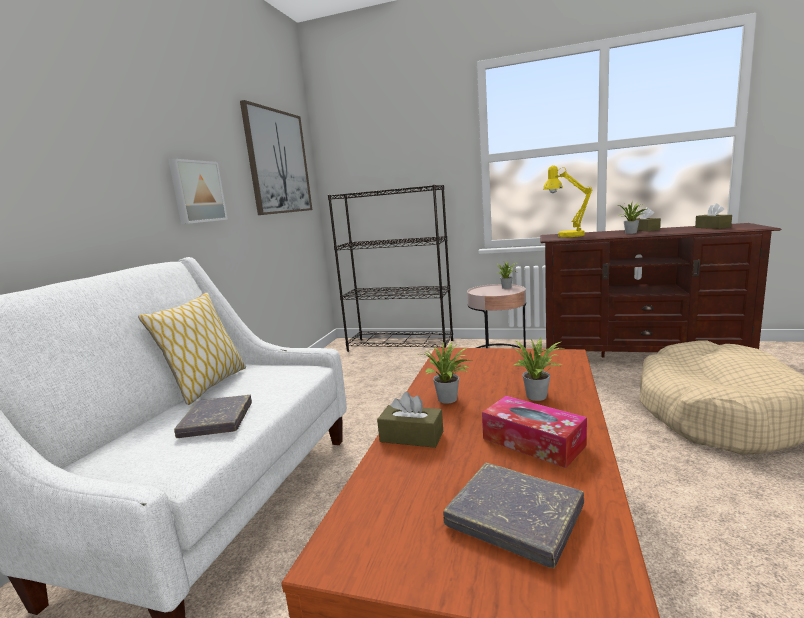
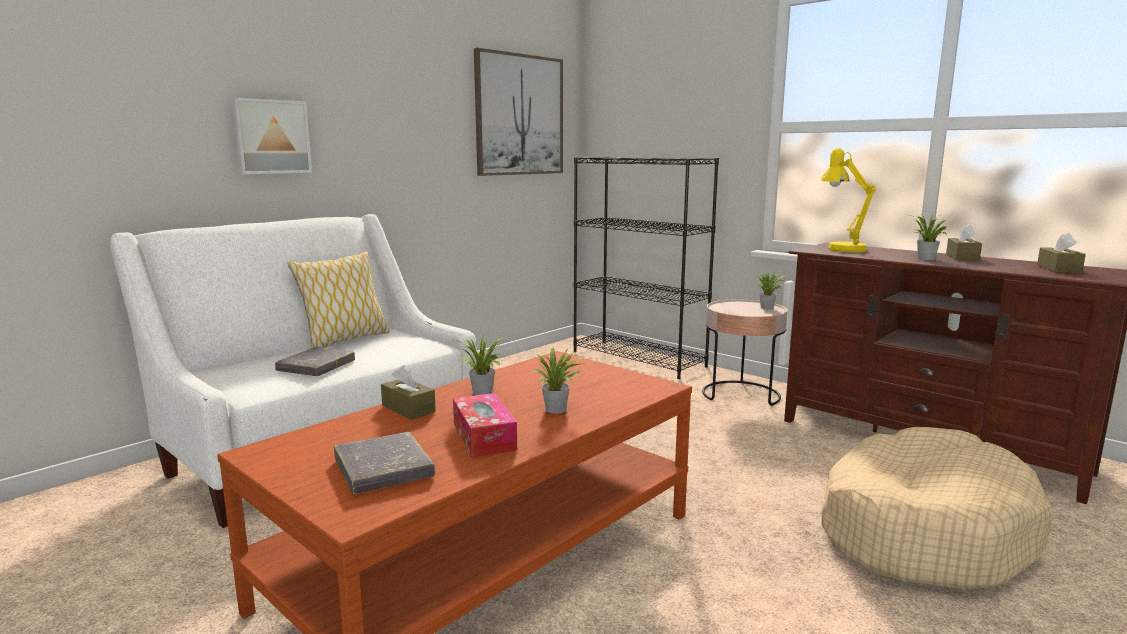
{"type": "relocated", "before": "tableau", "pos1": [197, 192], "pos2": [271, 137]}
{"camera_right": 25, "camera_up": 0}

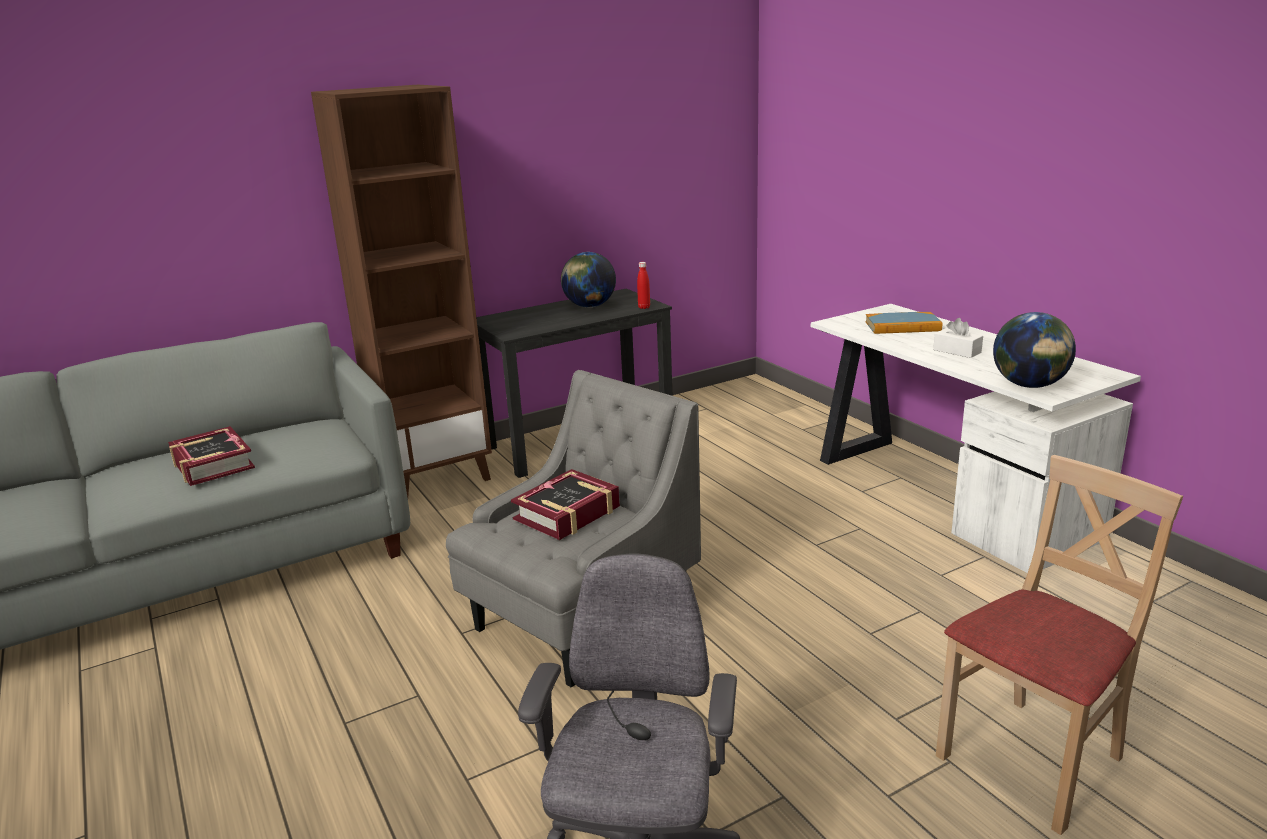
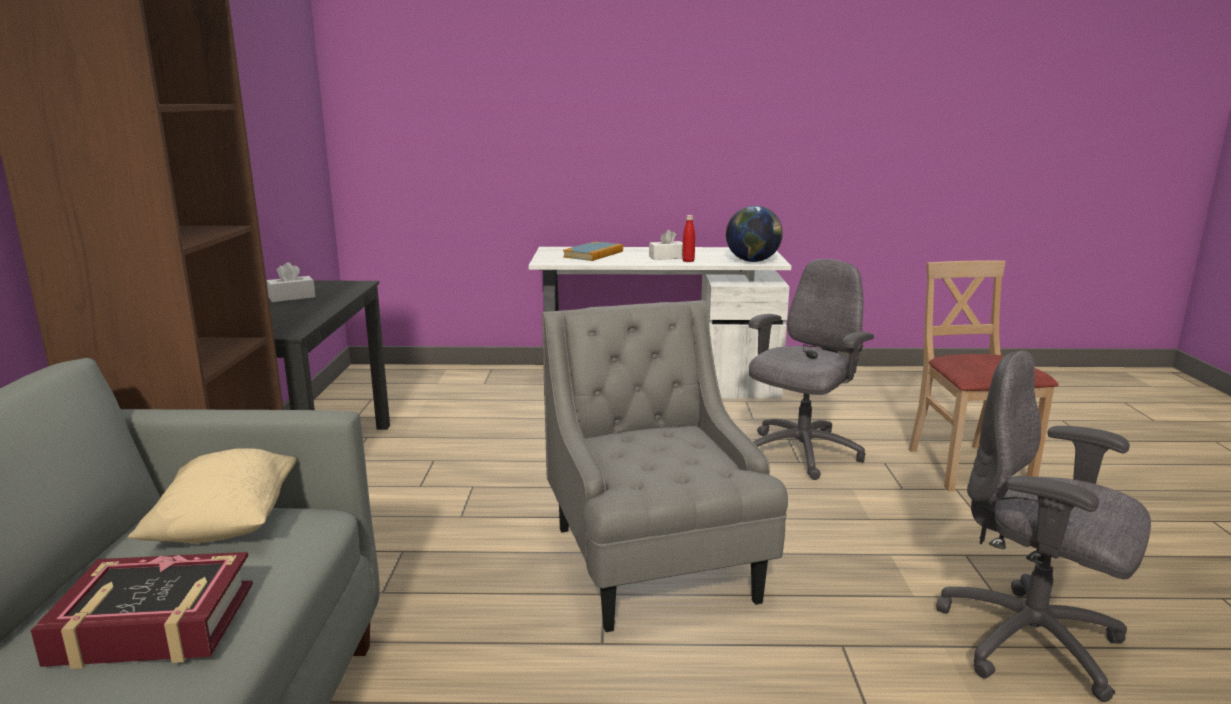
{"type": "appeared", "after": "coussin (beige)", "pos2": [225, 525]}
{"type": "exchanged", "before": "globe", "after": "boîte à mouchoirs (blanc)", "pos1": [589, 306], "pos2": [292, 297]}
{"type": "relocated", "before": "bouteille (rouge)", "pos1": [644, 307], "pos2": [688, 261]}
{"type": "appeared", "after": "chaise de bureau (gris)", "pos2": [800, 453]}
{"type": "missing", "before": "livre", "pos1": [567, 513]}
{"camera_right": -60, "camera_up": -5}

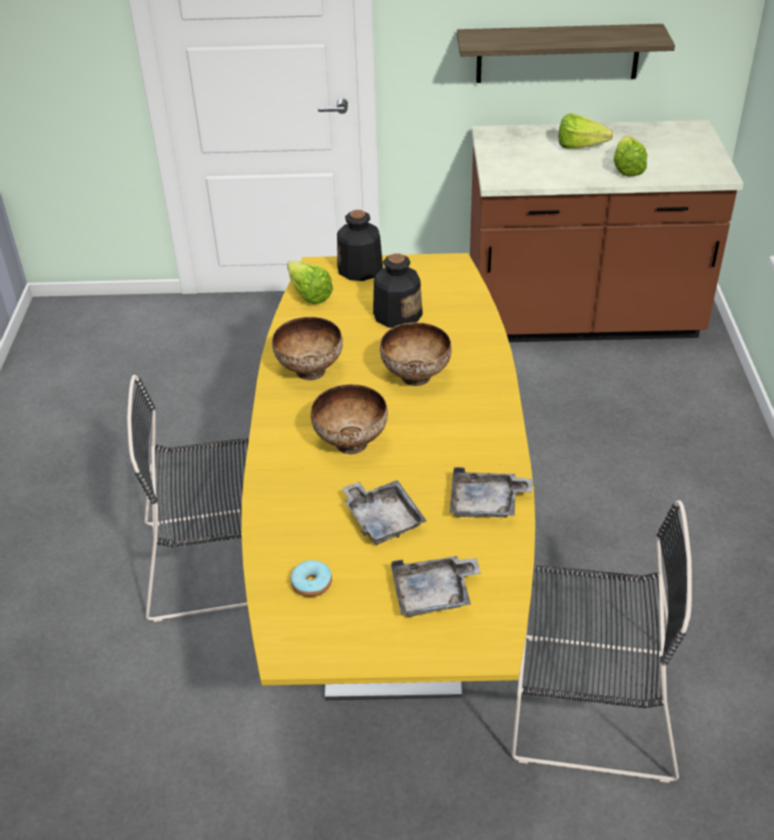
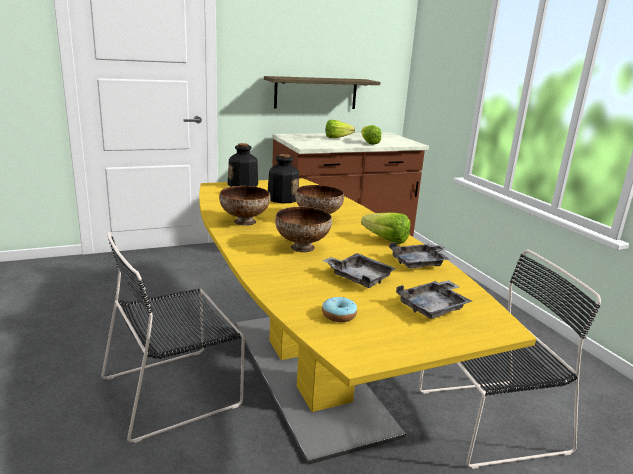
{"type": "relocated", "before": "laitue", "pos1": [307, 292], "pos2": [383, 239]}
{"camera_right": -25, "camera_up": -20}

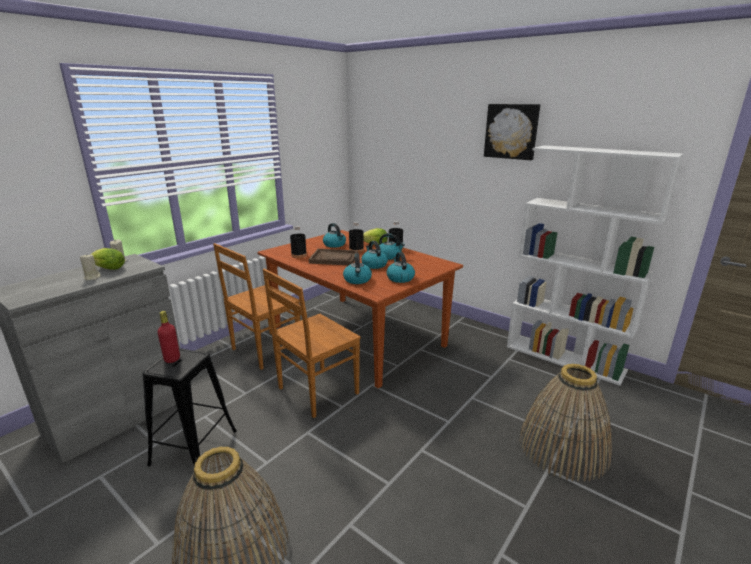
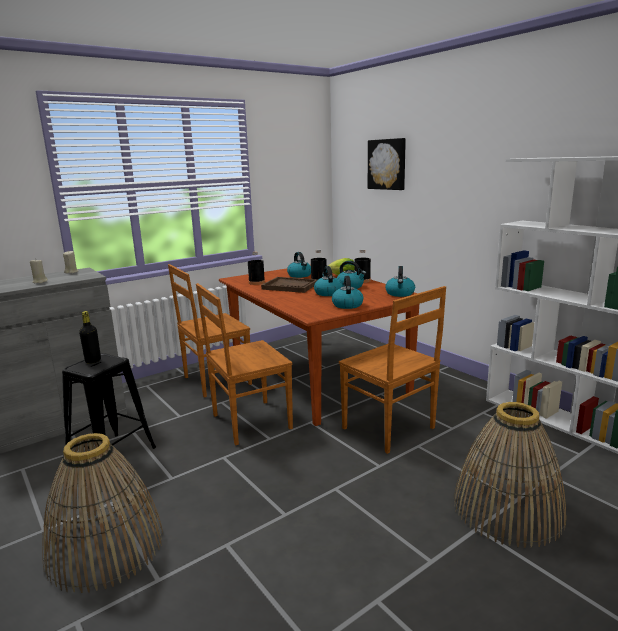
{"type": "colour", "before": "bouteille (rouge)", "after": "bouteille (noir)", "pos1": [172, 359], "pos2": [93, 361]}
{"type": "appeared", "after": "chaise (marron)", "pos2": [390, 429]}
{"type": "relocated", "before": "tableau", "pos1": [511, 131], "pos2": [387, 164]}
{"type": "relocated", "before": "bouilloire", "pos1": [357, 280], "pos2": [400, 294]}
{"type": "missing", "before": "laitue", "pos1": [107, 269]}
{"camera_right": 15, "camera_up": -5}

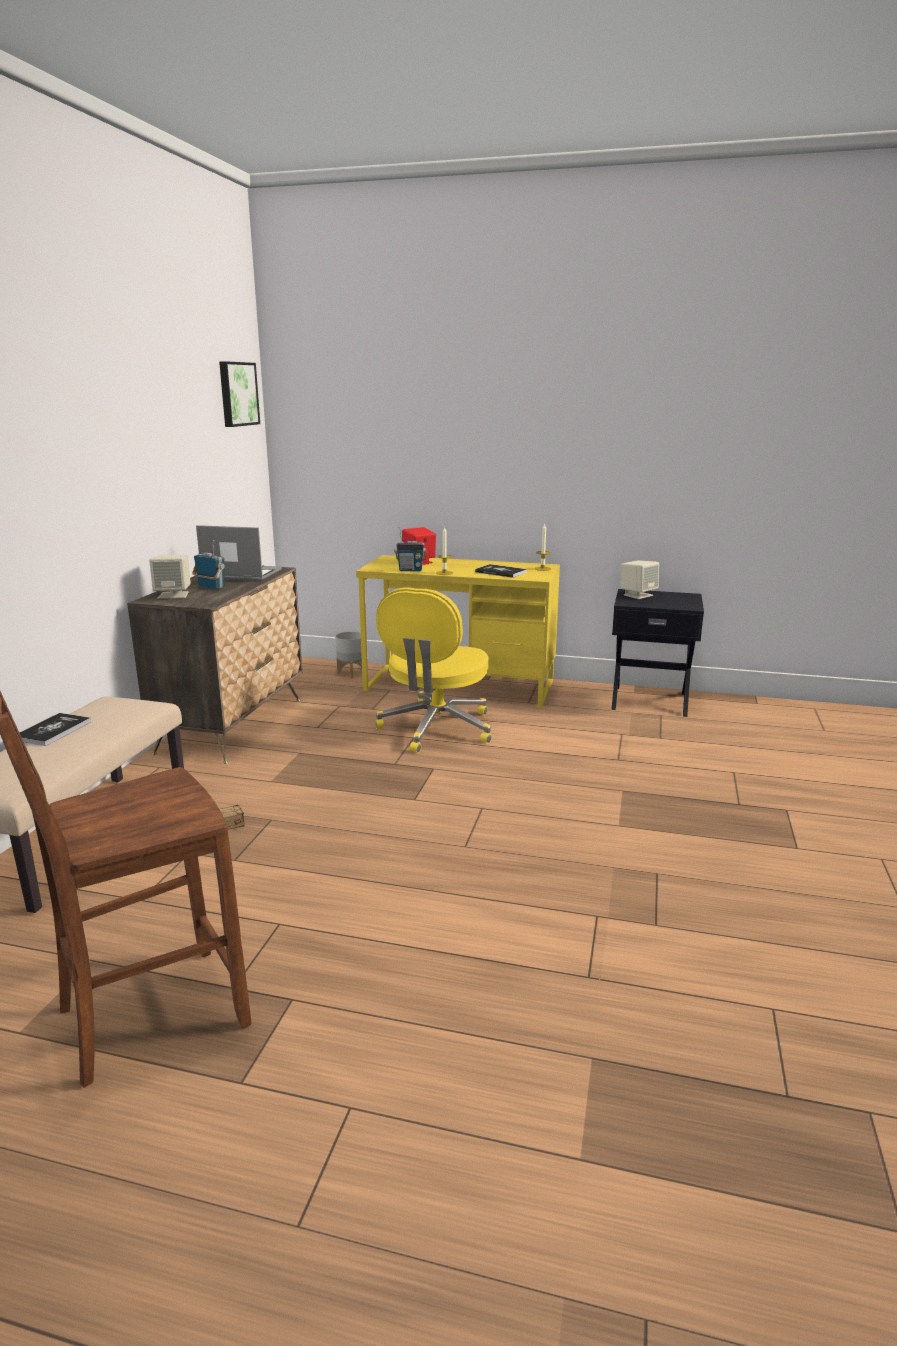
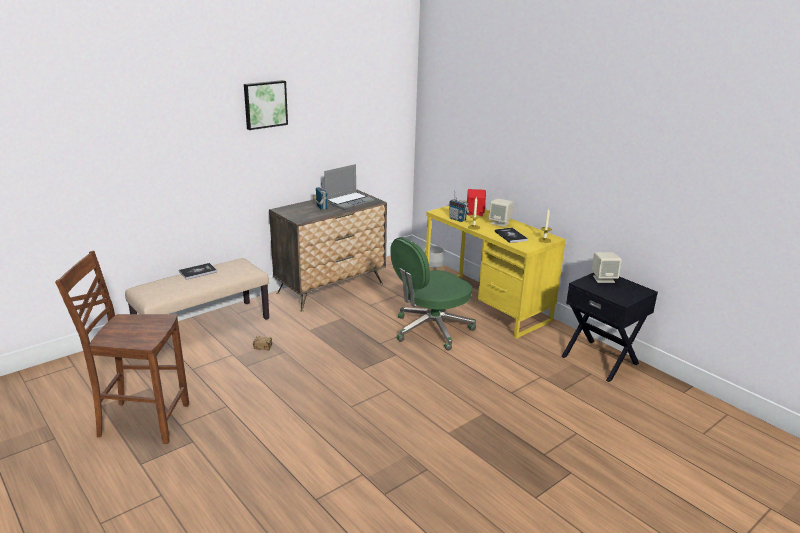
{"type": "relocated", "before": "tableau", "pos1": [237, 394], "pos2": [265, 104]}
{"type": "spun", "before": "ordinateur portable", "pos1": [240, 575], "pos2": [349, 201], "turn": 90}
{"type": "colour", "before": "chaise de bureau (jaune)", "after": "chaise de bureau (vert)", "pos1": [436, 729], "pos2": [431, 330]}
{"type": "relocated", "before": "enceinte (beige)", "pos1": [173, 595], "pos2": [500, 223]}
{"camera_right": 35, "camera_up": 5}

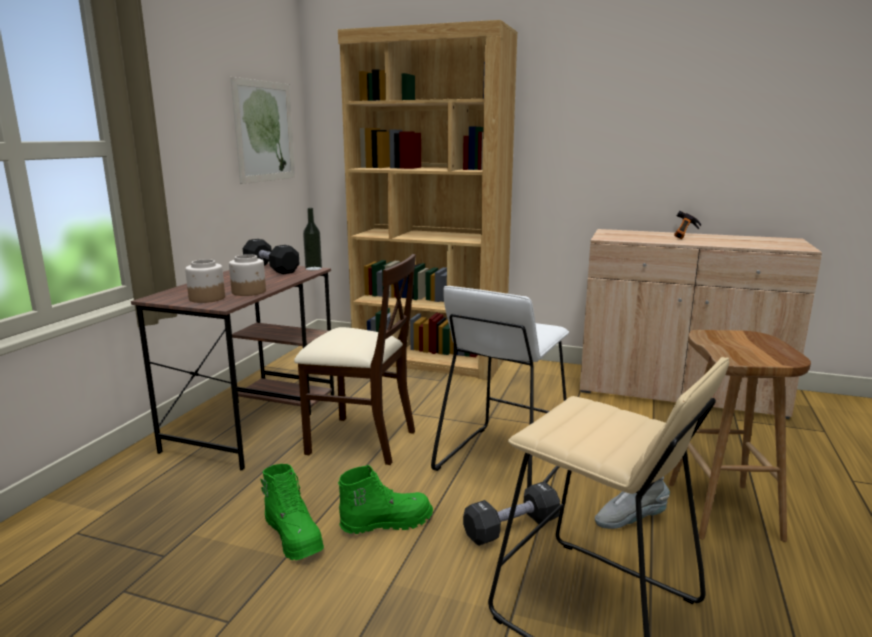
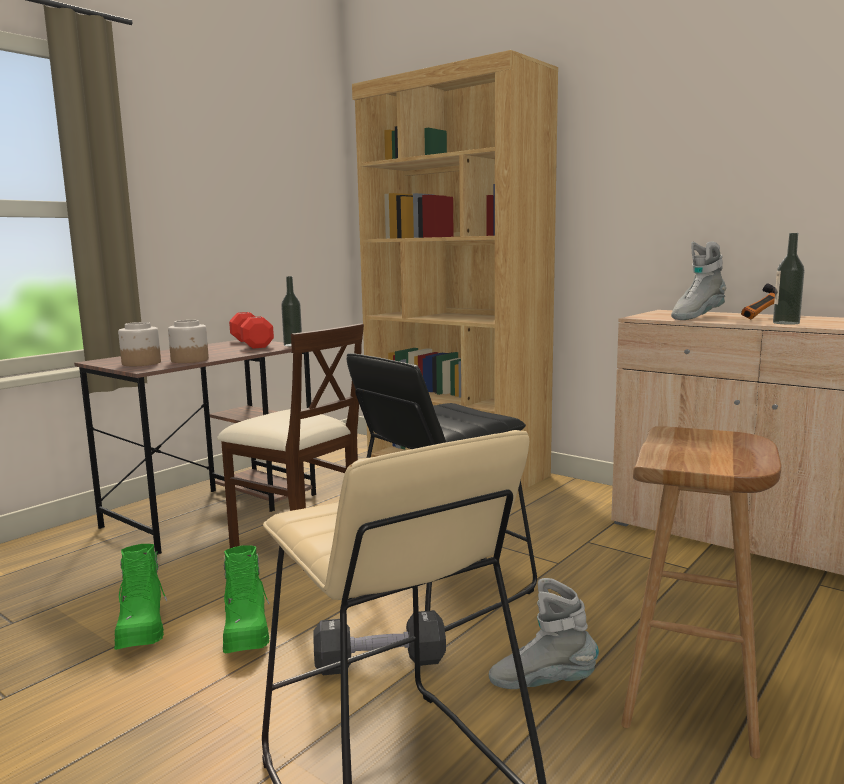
{"type": "spun", "before": "botte (vert)", "pos1": [386, 522], "pos2": [246, 631], "turn": 75}
{"type": "colour", "before": "haltère (noir)", "after": "haltère (rouge)", "pos1": [271, 268], "pos2": [251, 343]}
{"type": "colour", "before": "tabouret (blanc)", "after": "tabouret (noir)", "pos1": [502, 461], "pos2": [439, 588]}
{"type": "appeared", "after": "botte (gris)", "pos2": [696, 317]}
{"type": "appeared", "after": "bouteille", "pos2": [786, 323]}
{"type": "missing", "before": "tableau", "pos1": [264, 131]}
{"camera_right": 20, "camera_up": -5}

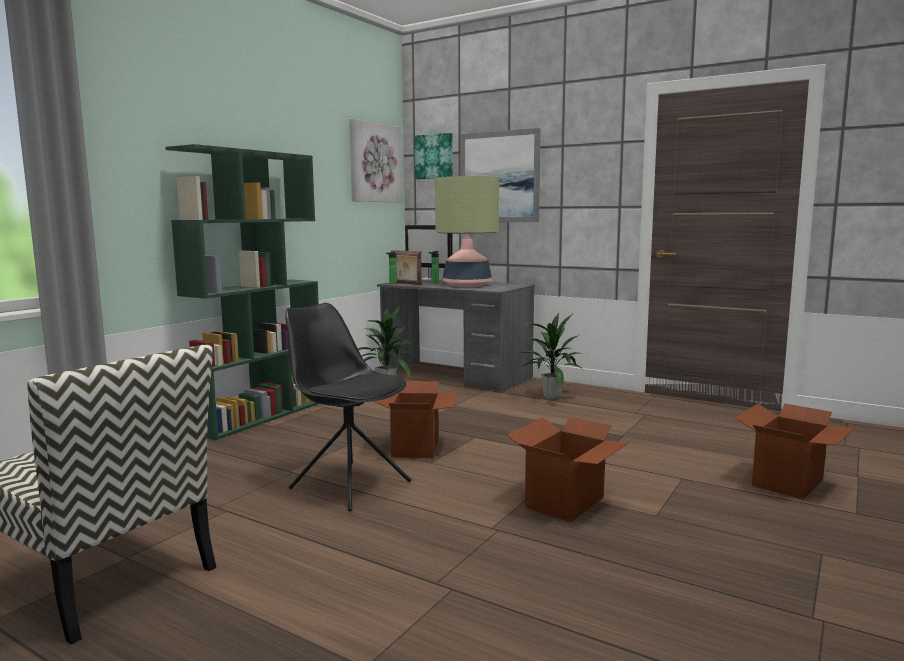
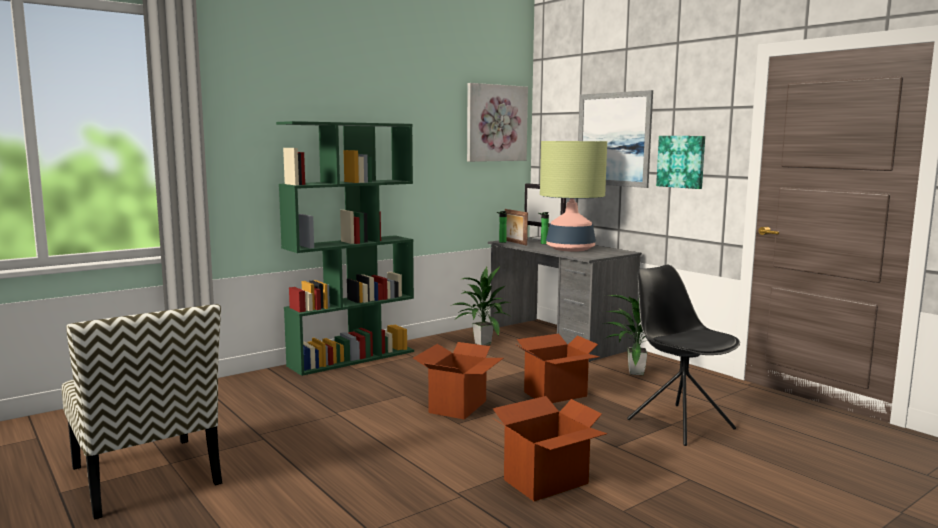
{"type": "relocated", "before": "carton", "pos1": [789, 482], "pos2": [556, 394]}
{"type": "relocated", "before": "chaise (noir)", "pos1": [349, 484], "pos2": [679, 423]}
{"type": "relocated", "before": "tableau", "pos1": [434, 156], "pos2": [681, 161]}
{"camera_right": 20, "camera_up": 0}

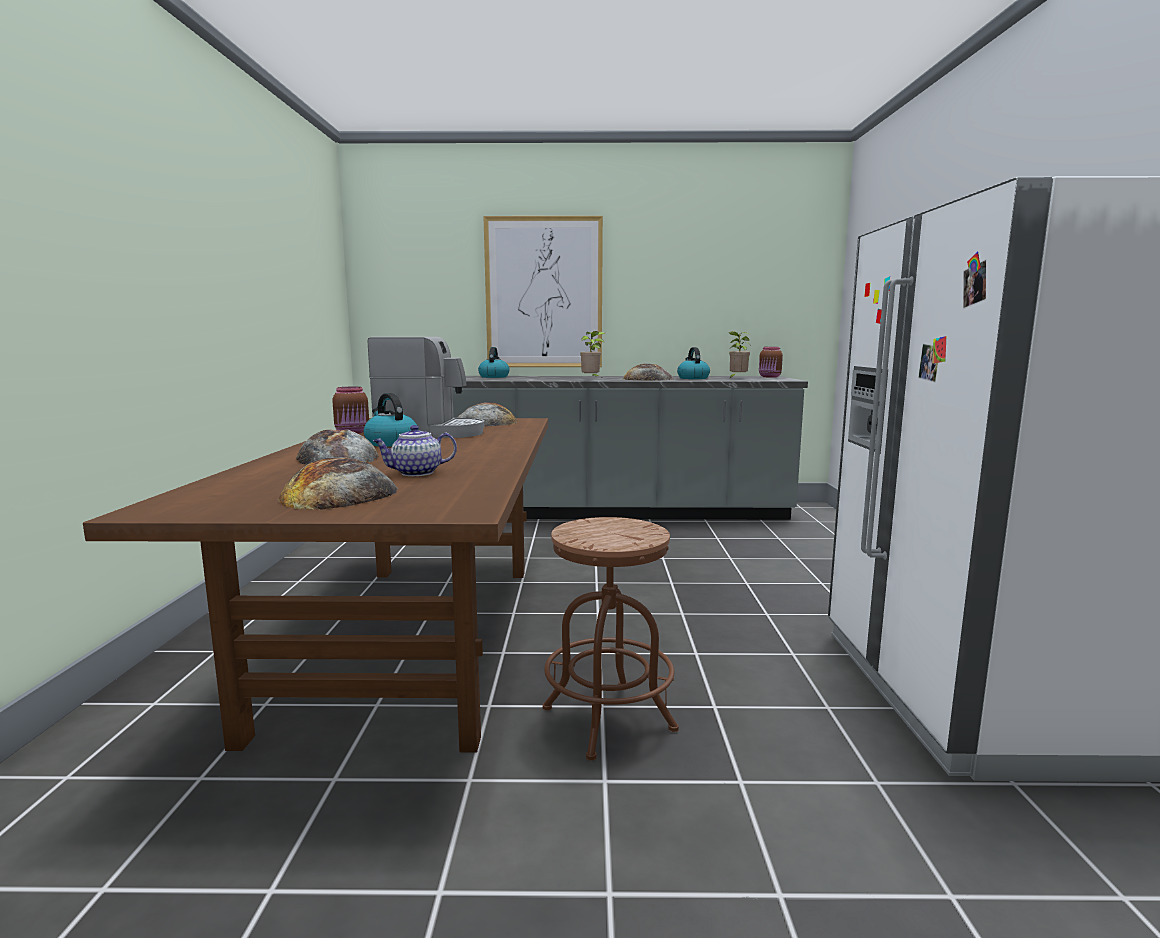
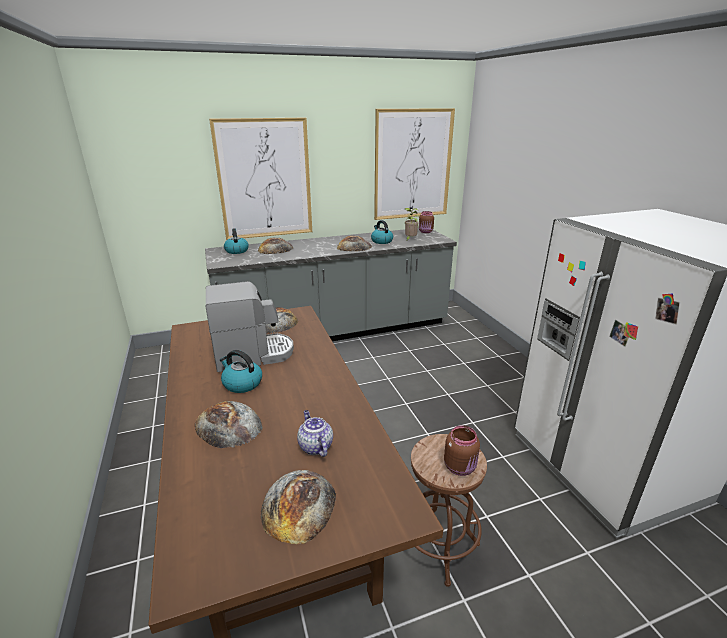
{"type": "appeared", "after": "pain", "pos2": [275, 249]}
{"type": "spun", "before": "théière", "pos1": [415, 473], "pos2": [315, 446], "turn": 105}
{"type": "appeared", "after": "tableau", "pos2": [412, 165]}
{"type": "relocated", "before": "bocal (marron)", "pos1": [353, 432], "pos2": [460, 467]}
{"type": "missing", "before": "plante en pot", "pos1": [591, 379]}
{"camera_right": -20, "camera_up": 15}

